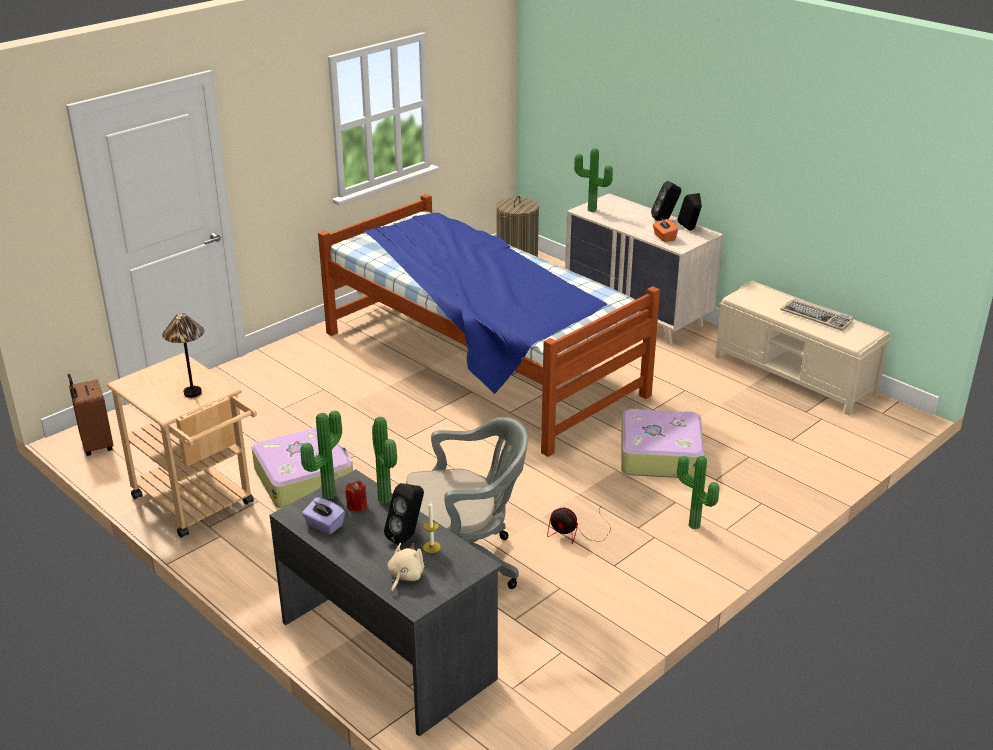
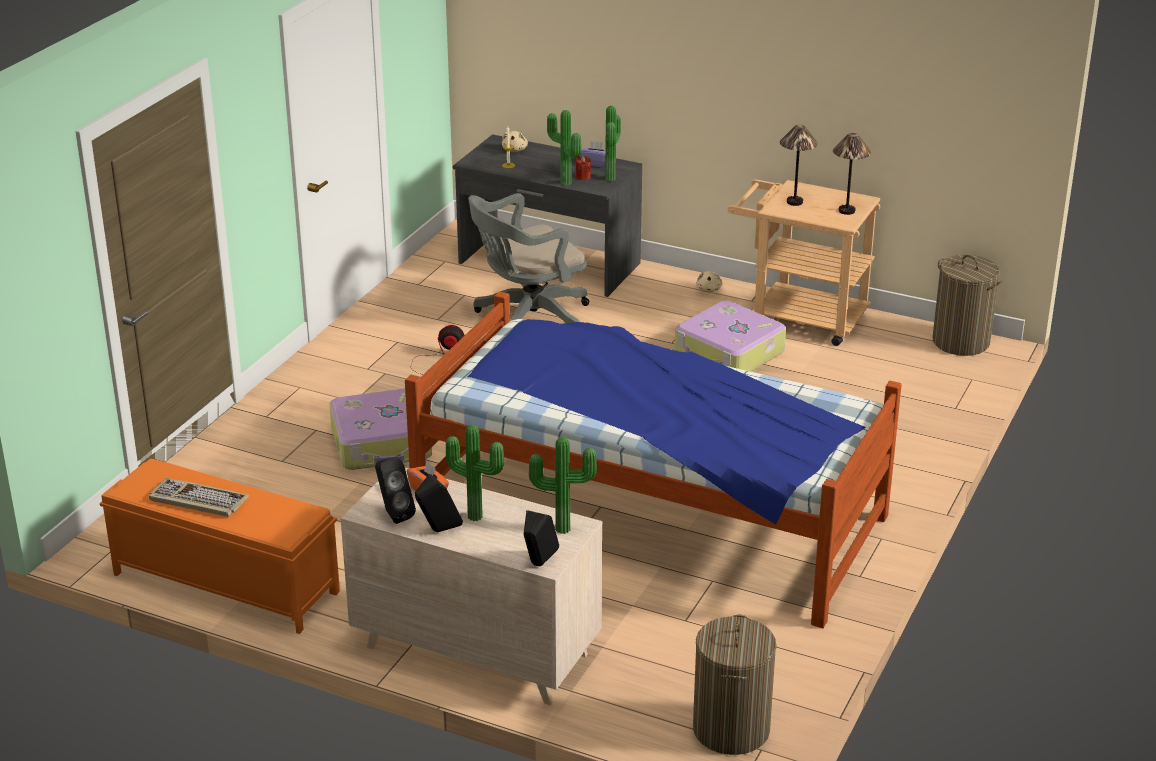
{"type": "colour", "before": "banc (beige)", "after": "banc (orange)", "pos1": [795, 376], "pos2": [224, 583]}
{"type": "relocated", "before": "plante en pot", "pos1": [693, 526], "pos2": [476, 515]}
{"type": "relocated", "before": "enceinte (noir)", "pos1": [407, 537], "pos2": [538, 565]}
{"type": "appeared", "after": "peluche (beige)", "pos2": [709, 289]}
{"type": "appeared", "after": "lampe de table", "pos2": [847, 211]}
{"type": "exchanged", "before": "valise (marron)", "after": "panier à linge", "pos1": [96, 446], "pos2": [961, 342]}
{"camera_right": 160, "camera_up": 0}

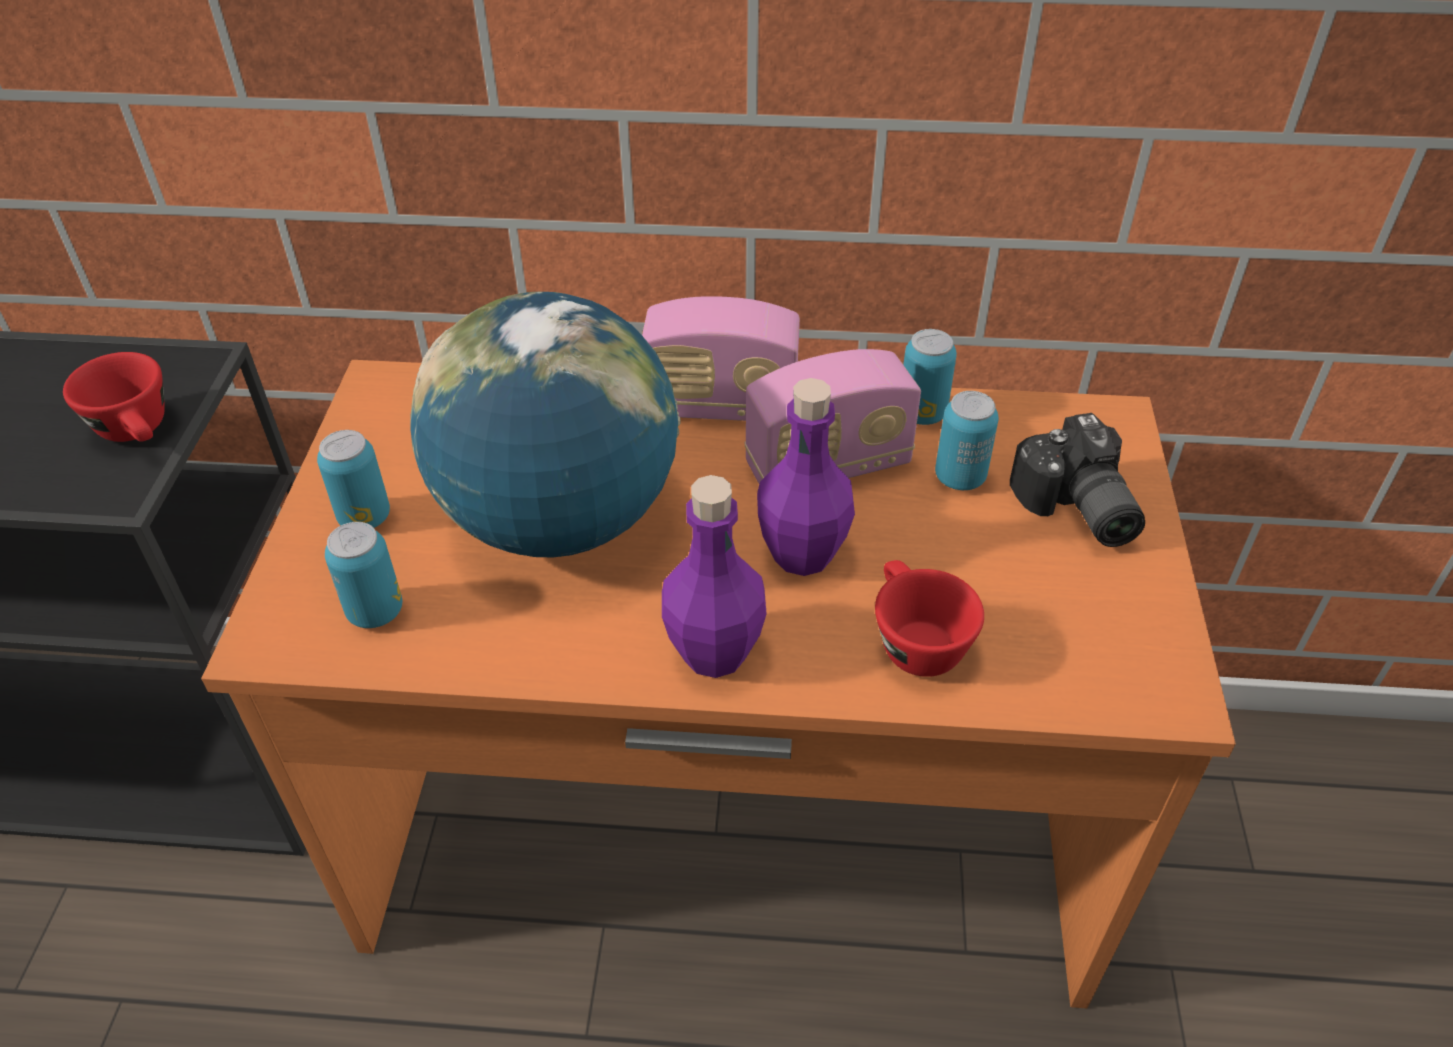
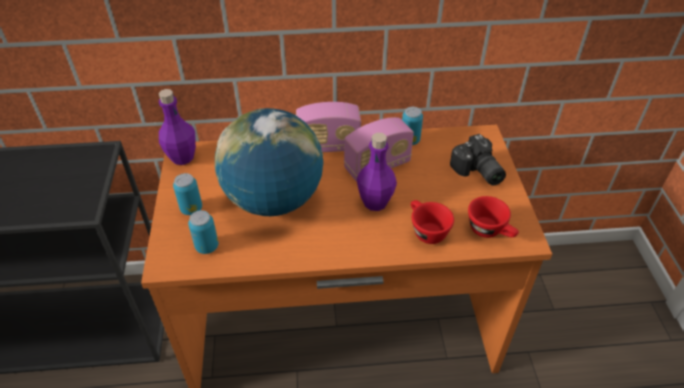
{"type": "relocated", "before": "bouteille (violet)", "pos1": [714, 652], "pos2": [182, 157]}
{"type": "relocated", "before": "tasse (rouge)", "pos1": [138, 431], "pos2": [490, 231]}
{"type": "missing", "before": "boîte métallique", "pos1": [960, 477]}
{"camera_right": -10, "camera_up": 0}

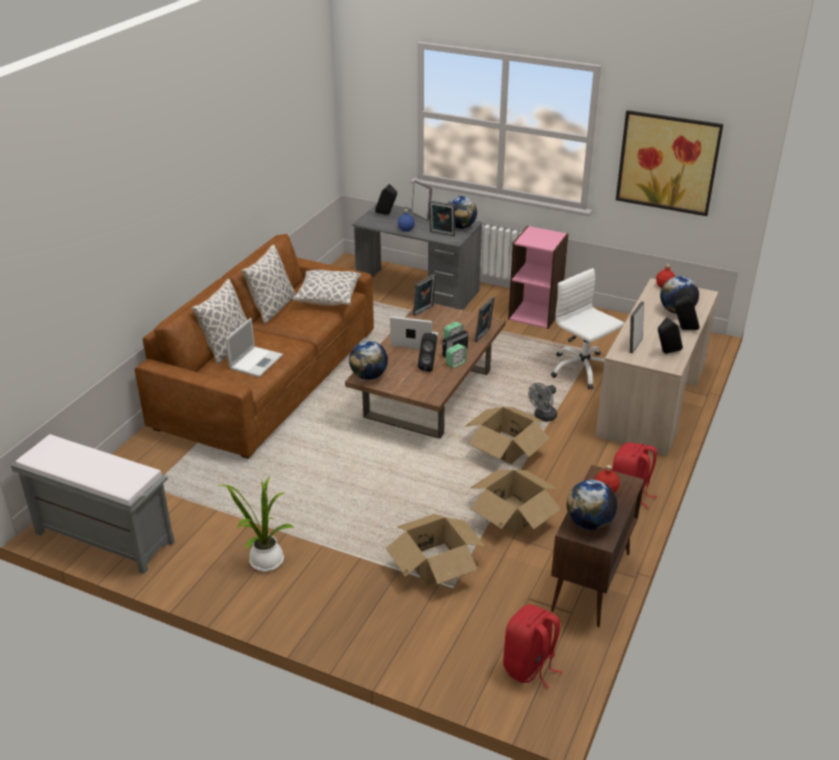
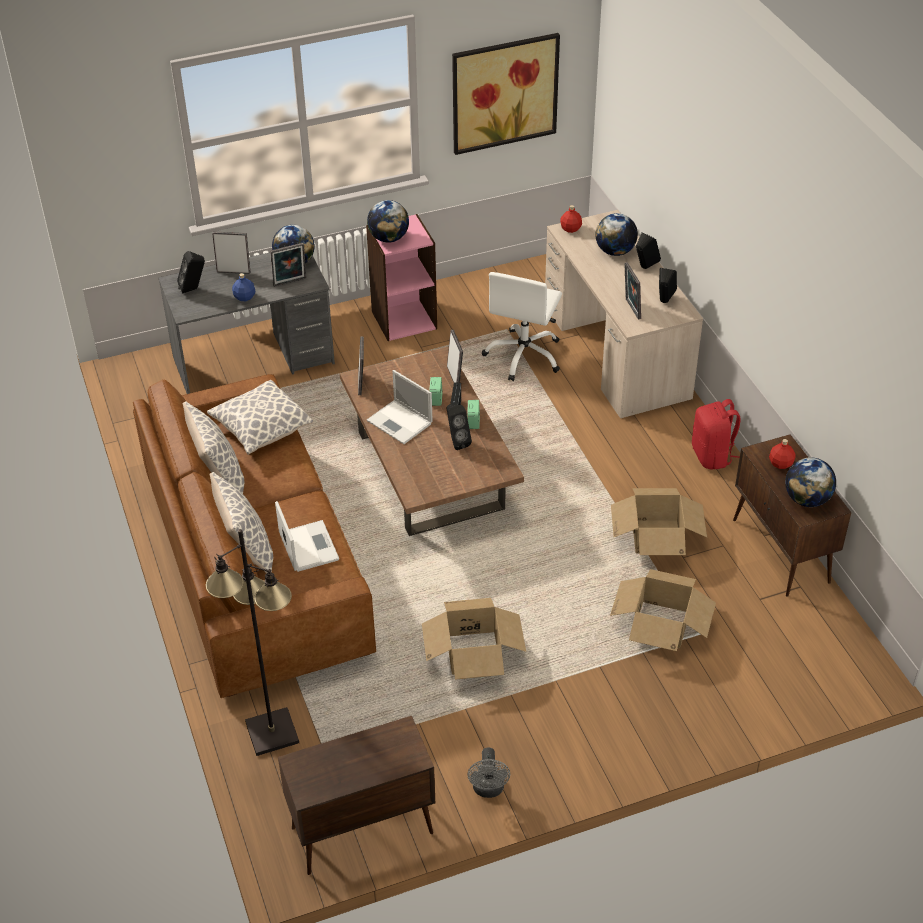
{"type": "appeared", "after": "lampadaire (noir)", "pos2": [271, 732]}
{"type": "exchanged", "before": "banc (gris)", "after": "meuble de rangement (marron)", "pos1": [103, 538], "pos2": [361, 831]}
{"type": "relocated", "before": "globe", "pos1": [369, 376], "pos2": [389, 238]}
{"type": "spun", "before": "ordinateur portable", "pos1": [413, 340], "pos2": [400, 422], "turn": -105}
{"type": "relocated", "before": "carton", "pos1": [505, 447], "pos2": [473, 653]}
{"type": "relocated", "before": "ventilateur (gris)", "pos1": [543, 417], "pos2": [488, 790]}
{"type": "spun", "before": "chaise de bureau (blanc)", "pos1": [583, 370], "pos2": [524, 356], "turn": -75}
{"type": "missing", "before": "plante en pot", "pos1": [263, 561]}
{"type": "missing", "before": "sac à dos (rouge)", "pos1": [529, 667]}
{"camera_right": -45, "camera_up": 10}

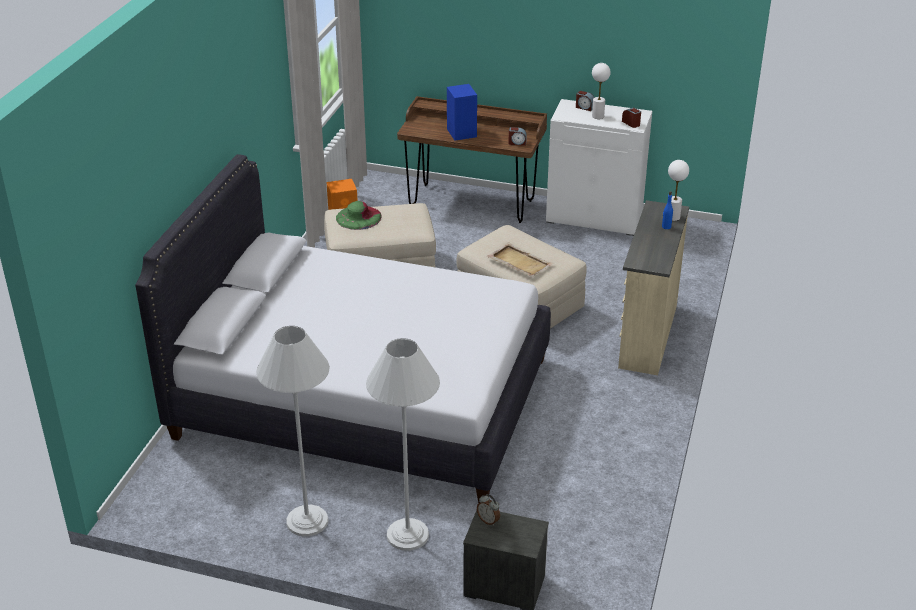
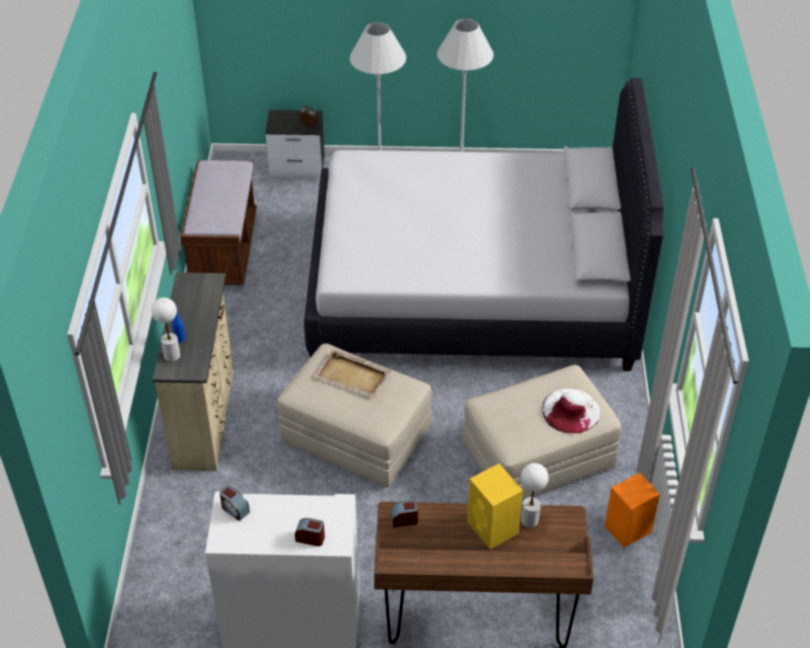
{"type": "appeared", "after": "banc (marron)", "pos2": [223, 250]}
{"type": "colour", "before": "enceinte (bleu)", "after": "enceinte (jaune)", "pos1": [461, 132], "pos2": [493, 528]}
{"type": "relocated", "before": "lampe de table (blanc)", "pos1": [598, 116], "pos2": [529, 520]}
{"type": "colour", "before": "chapeau (vert)", "after": "chapeau (blanc)", "pos1": [358, 217], "pos2": [570, 410]}
{"camera_right": 165, "camera_up": 10}

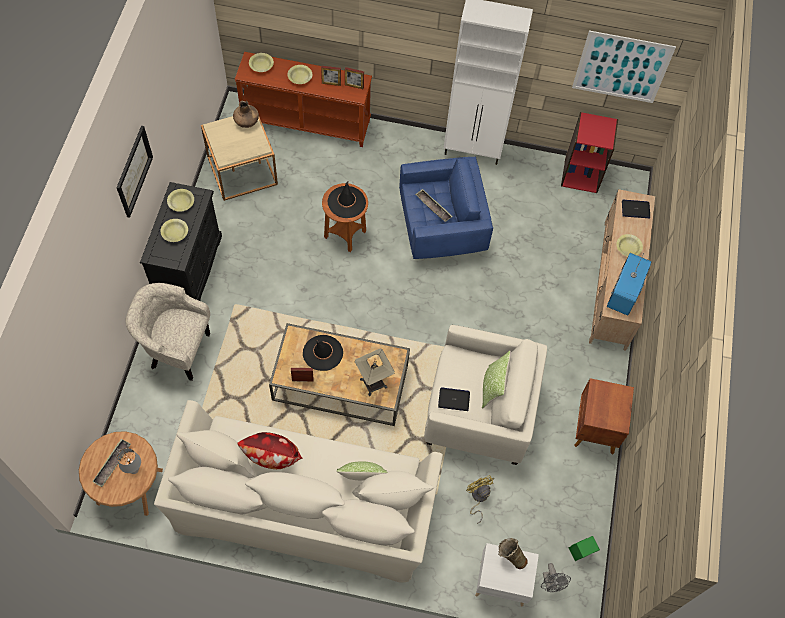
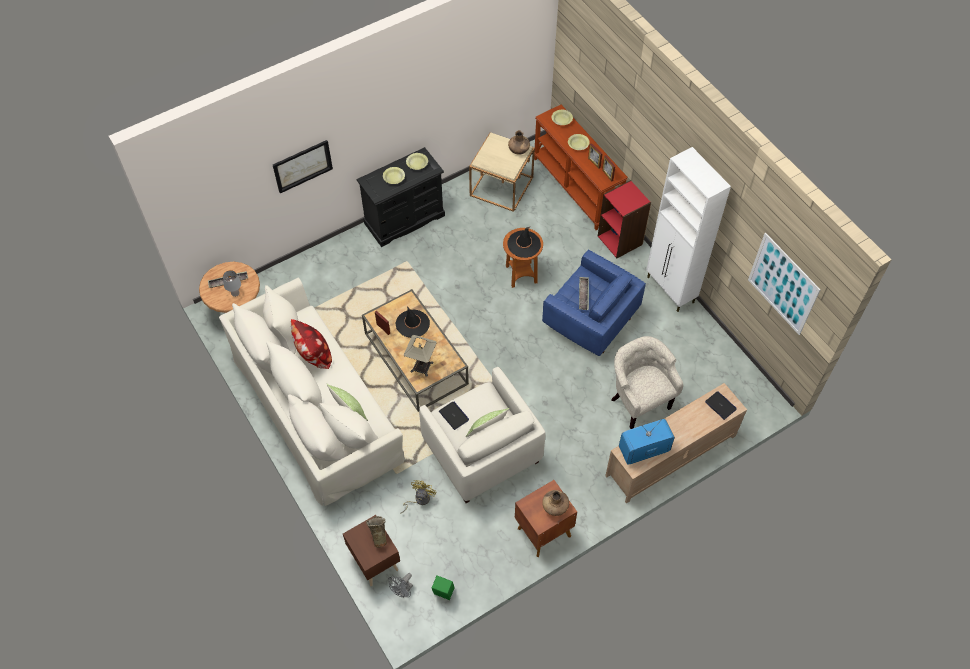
{"type": "relocated", "before": "tableau", "pos1": [133, 171], "pos2": [302, 166]}
{"type": "colour", "before": "table de chevet (blanc)", "after": "table de chevet (marron)", "pos1": [501, 582], "pos2": [374, 560]}
{"type": "appeared", "after": "vase (marron)", "pos2": [555, 507]}
{"type": "relocated", "before": "bibliothèque (rouge)", "pos1": [581, 174], "pos2": [620, 240]}
{"type": "relocated", "before": "fauteuil (beige)", "pos1": [177, 350], "pos2": [638, 401]}
{"type": "missing", "before": "bol (jaune)", "pos1": [628, 248]}
{"camera_right": 50, "camera_up": -5}

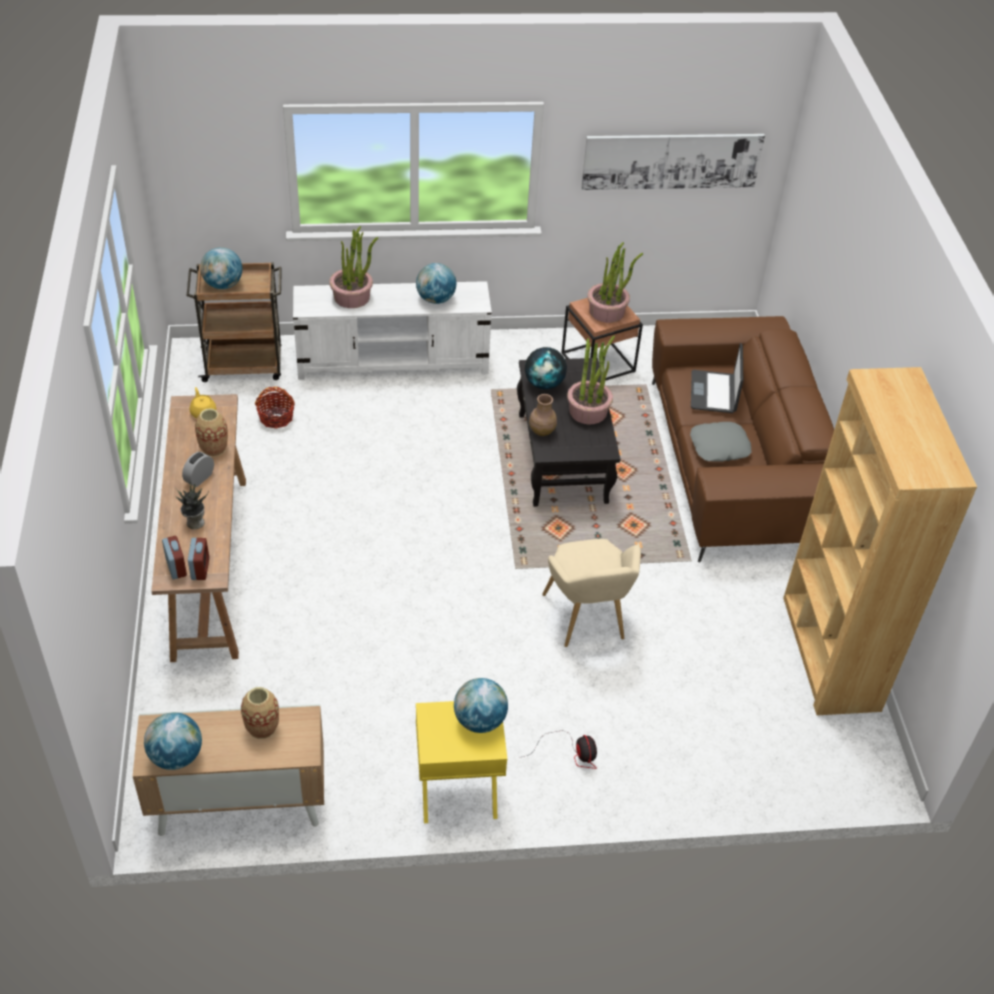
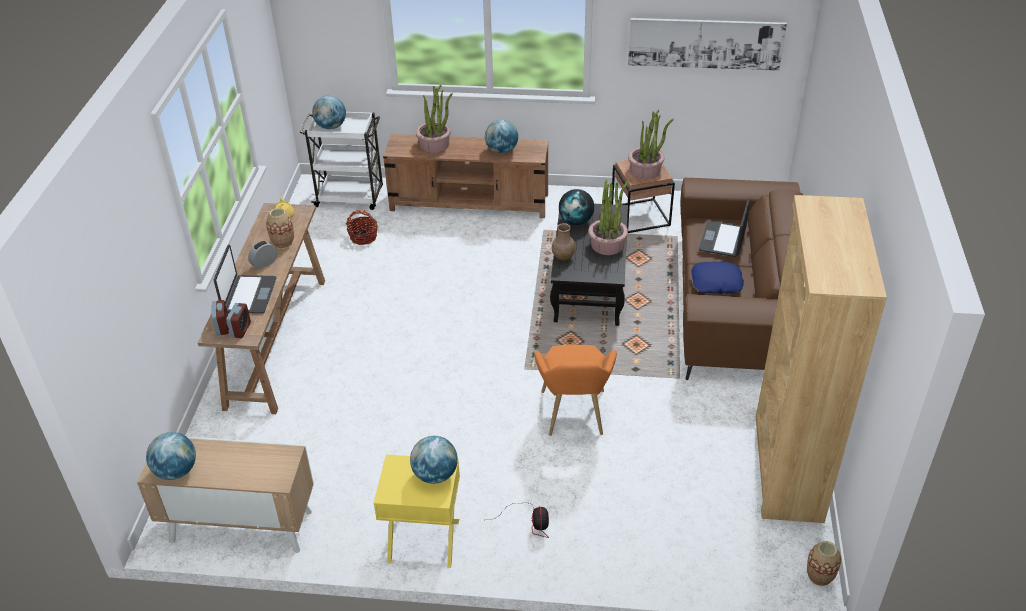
{"type": "exchanged", "before": "plante en pot", "after": "ordinateur portable", "pos1": [194, 522], "pos2": [248, 295]}
{"type": "colour", "before": "chariot (marron)", "after": "chariot (blanc)", "pos1": [244, 365], "pos2": [350, 197]}
{"type": "colour", "before": "meuble télé (blanc)", "after": "meuble télé (marron)", "pos1": [393, 361], "pos2": [470, 203]}
{"type": "colour", "before": "fauteuil (beige)", "after": "fauteuil (orange)", "pos1": [586, 621], "pos2": [574, 417]}
{"type": "colour", "before": "coussin (gris)", "after": "coussin (bleu)", "pos1": [719, 447], "pos2": [716, 283]}
{"type": "relocated", "before": "vase", "pos1": [262, 727], "pos2": [820, 576]}
{"camera_right": 15, "camera_up": -5}

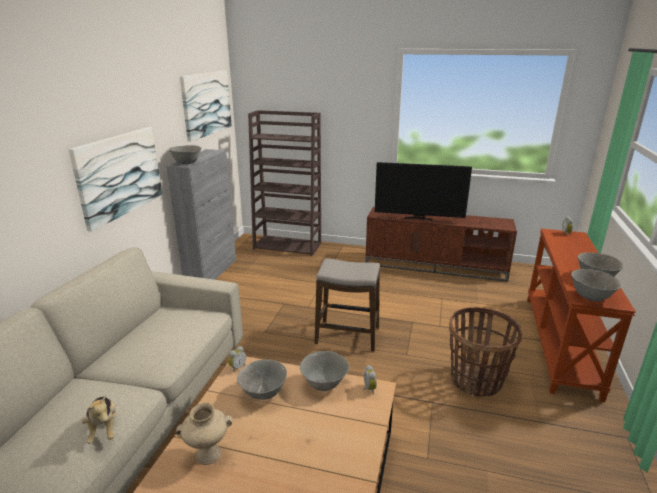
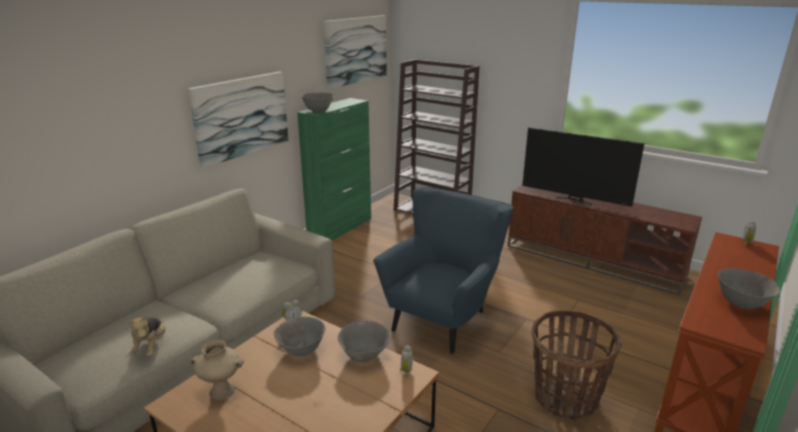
{"type": "colour", "before": "meuble de rangement (gris)", "after": "meuble de rangement (vert)", "pos1": [212, 272], "pos2": [340, 228]}
{"type": "exchanged", "before": "tabouret", "after": "fauteuil (bleu)", "pos1": [347, 335], "pos2": [444, 318]}
{"type": "missing", "before": "bol (gris)", "pos1": [590, 297]}
{"camera_right": 20, "camera_up": 0}

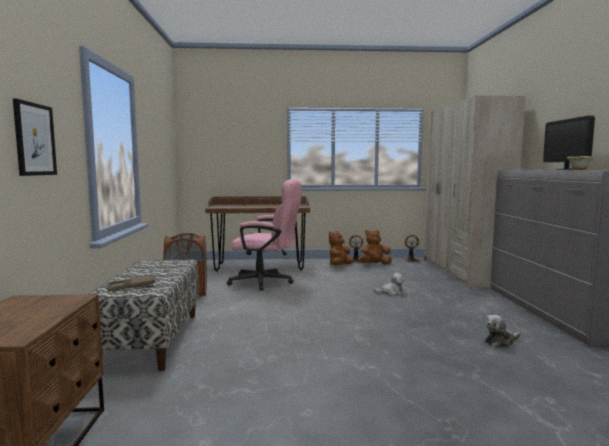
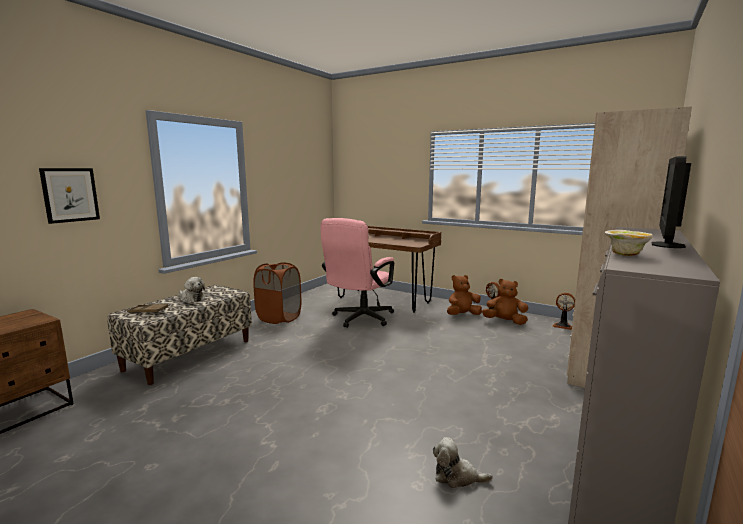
{"type": "relocated", "before": "peluche", "pos1": [391, 292], "pos2": [191, 299]}
{"type": "spun", "before": "chaise de bureau (rose)", "pos1": [267, 282], "pos2": [359, 319], "turn": 75}
{"camera_right": 35, "camera_up": 5}

